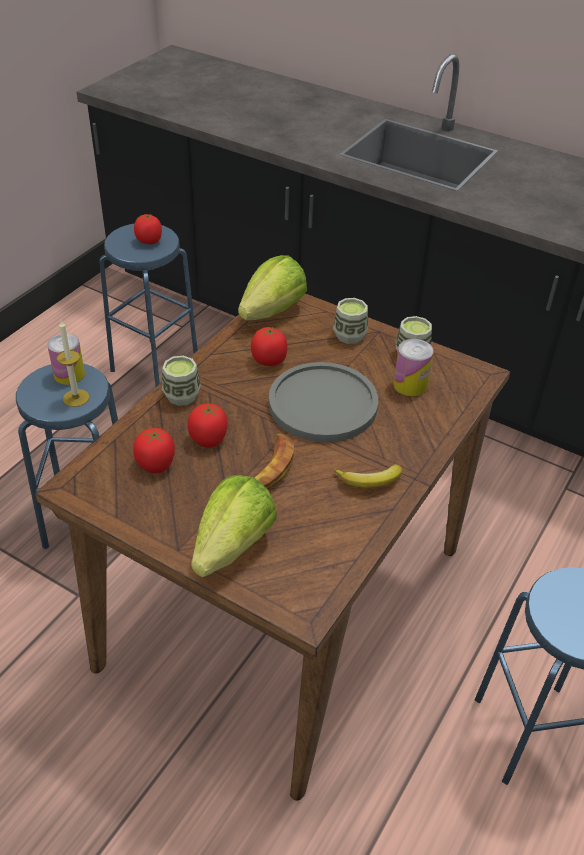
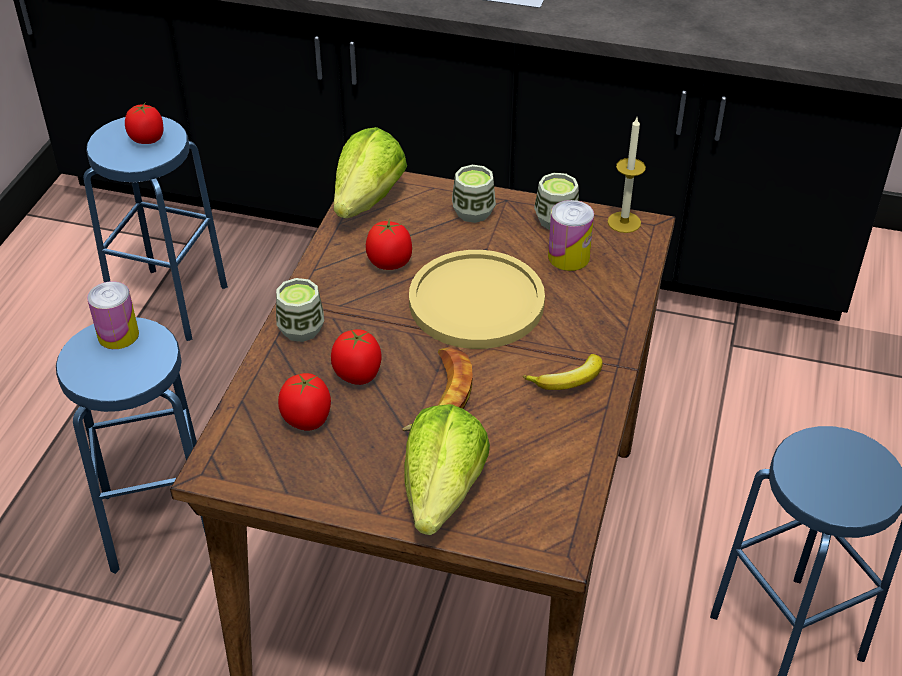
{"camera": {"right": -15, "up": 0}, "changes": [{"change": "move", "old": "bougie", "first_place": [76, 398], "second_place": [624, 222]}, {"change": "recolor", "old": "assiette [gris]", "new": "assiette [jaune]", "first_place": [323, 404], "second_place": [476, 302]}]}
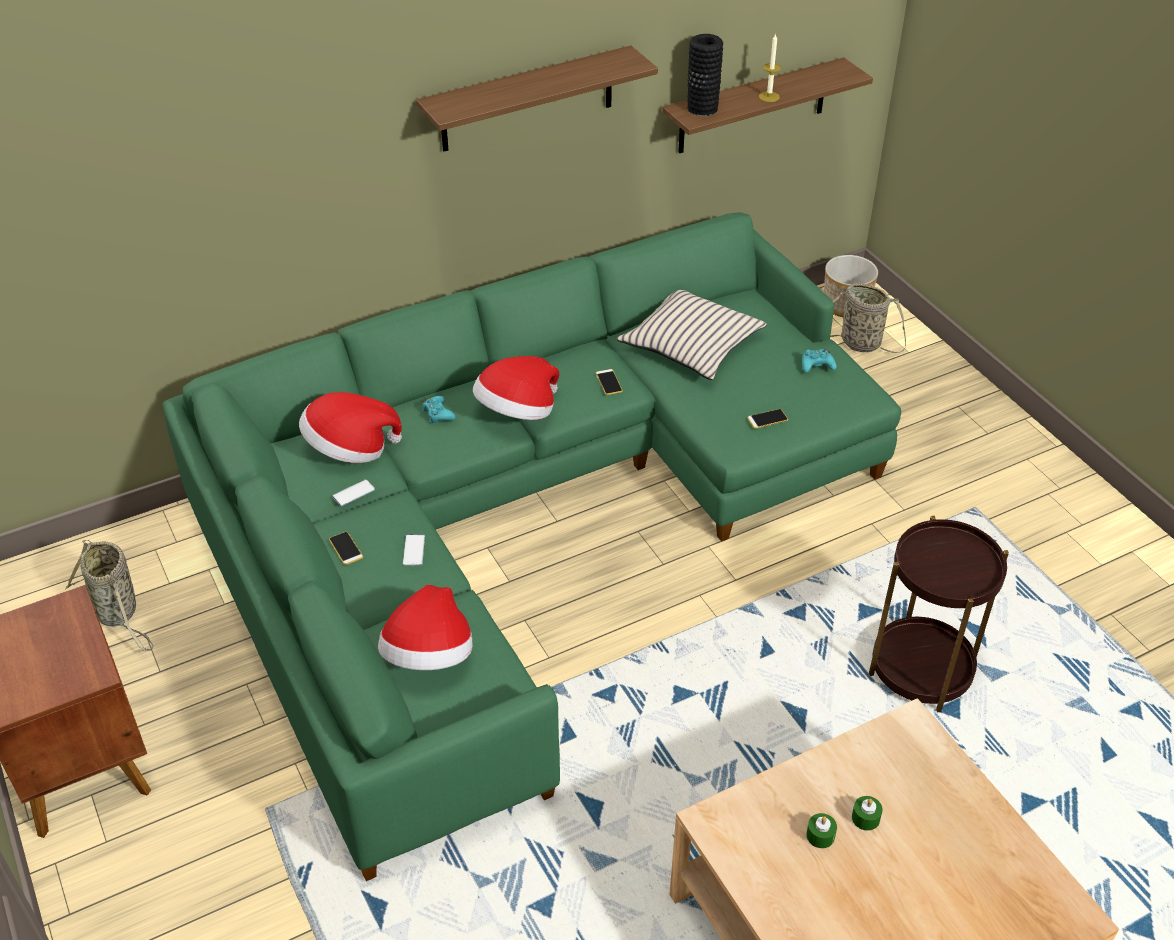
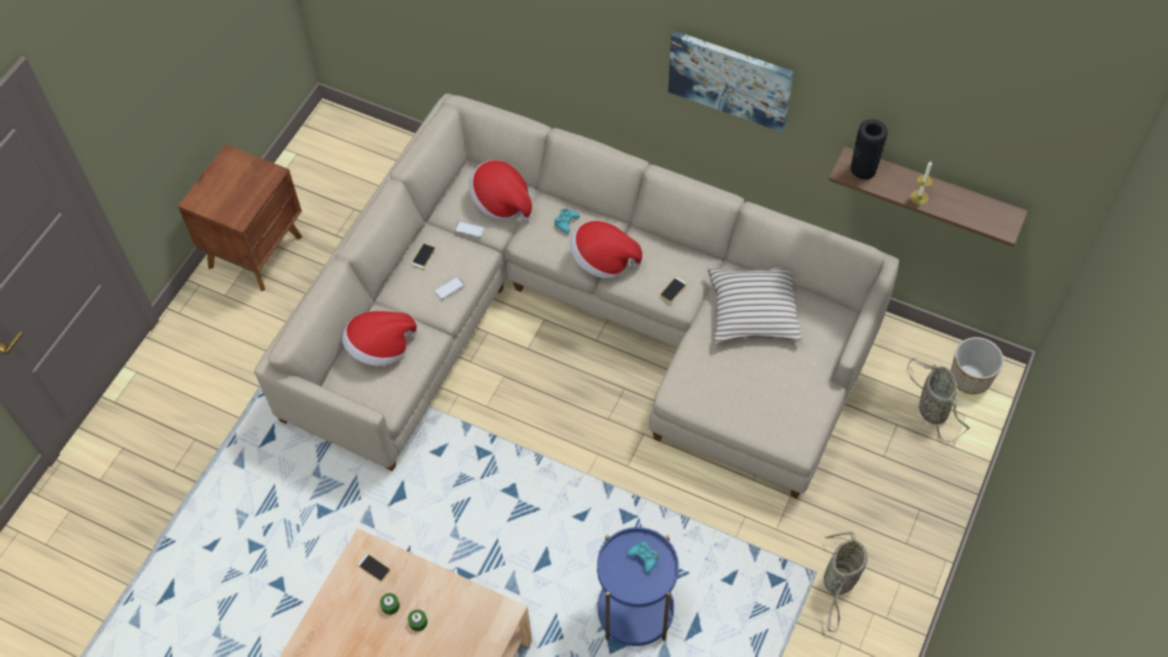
{"camera": {"right": 55, "up": 15}, "changes": [{"change": "move", "old": "panier", "first_place": [119, 614], "second_place": [839, 582]}, {"change": "move", "old": "téléphone", "first_place": [767, 419], "second_place": [373, 567]}, {"change": "move", "old": "manette [turquoise]", "first_place": [816, 365], "second_place": [644, 557]}, {"change": "replace", "old": "étagère", "new": "tableau", "first_place": [527, 100], "second_place": [730, 79]}, {"change": "recolor", "old": "canapé [vert]", "new": "canapé [beige]", "first_place": [522, 520], "second_place": [581, 322]}, {"change": "recolor", "old": "table d'appoint [marron]", "new": "table d'appoint [bleu]", "first_place": [921, 669], "second_place": [635, 612]}]}
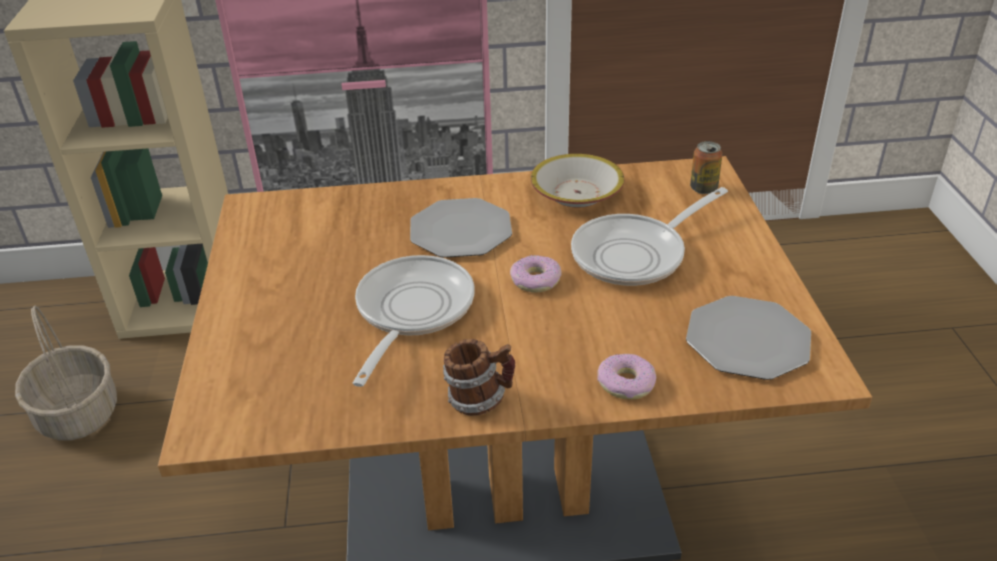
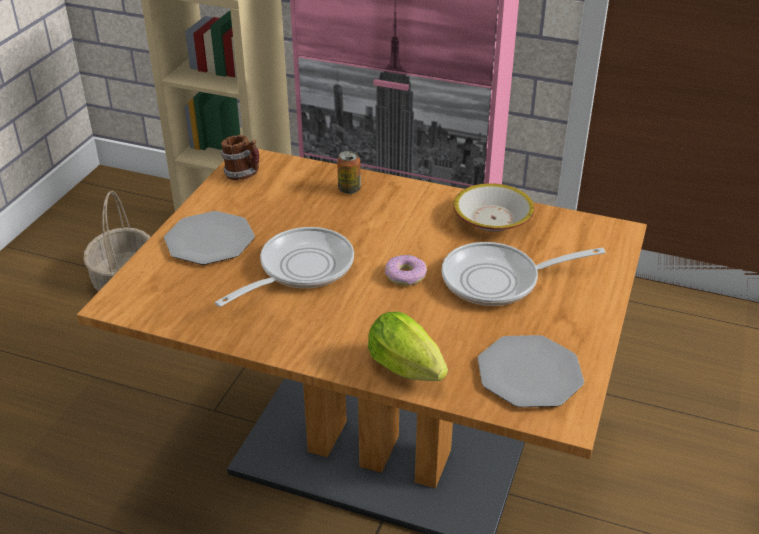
{"camera": {"right": 25, "up": 0}, "changes": [{"change": "move", "old": "assiette", "first_place": [460, 230], "second_place": [209, 240]}, {"change": "move", "old": "mug", "first_place": [480, 399], "second_place": [243, 175]}, {"change": "move", "old": "boîte métallique", "first_place": [703, 188], "second_place": [349, 189]}, {"change": "replace", "old": "beignet", "new": "laitue", "first_place": [626, 383], "second_place": [409, 371]}]}
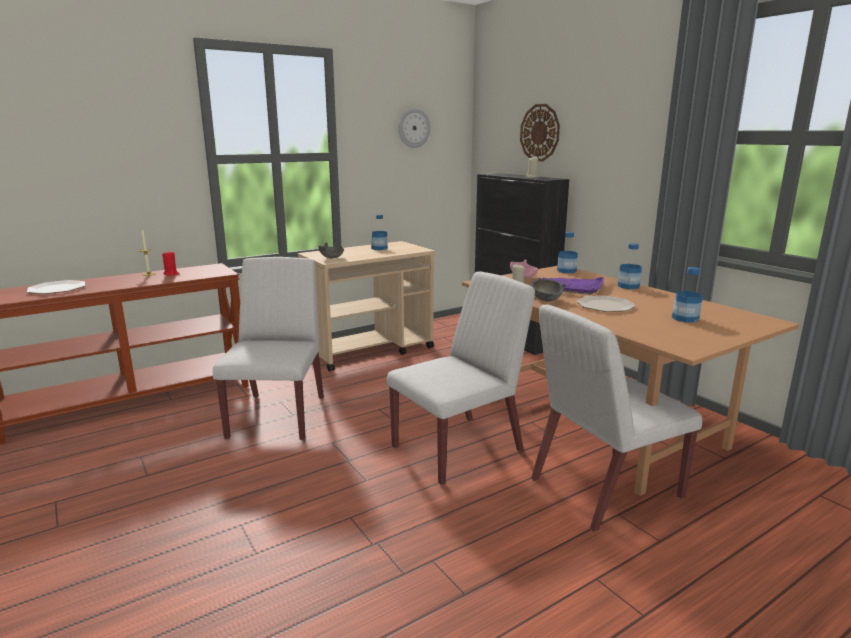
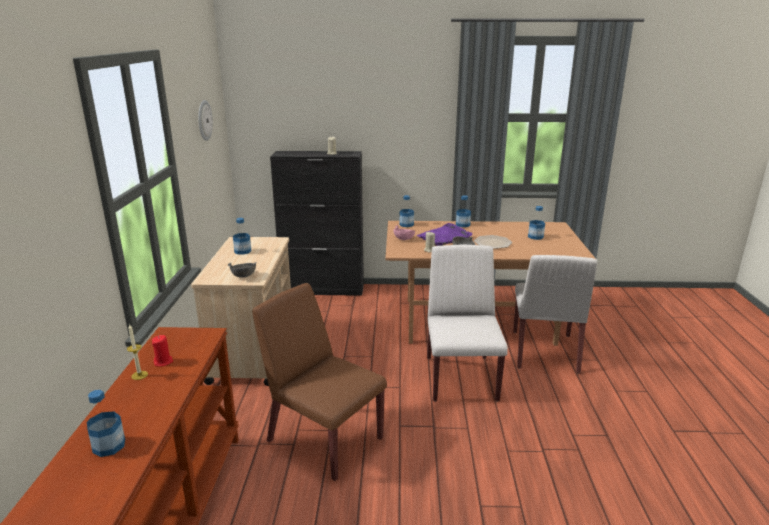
{"camera": {"right": -55, "up": 5}, "changes": [{"change": "delete", "old": "horloge murale", "first_place": [540, 133]}, {"change": "replace", "old": "assiette", "new": "bouteille", "first_place": [57, 288], "second_place": [109, 446]}, {"change": "recolor", "old": "chaise [blanc]", "new": "chaise [marron]", "first_place": [278, 416], "second_place": [324, 439]}]}
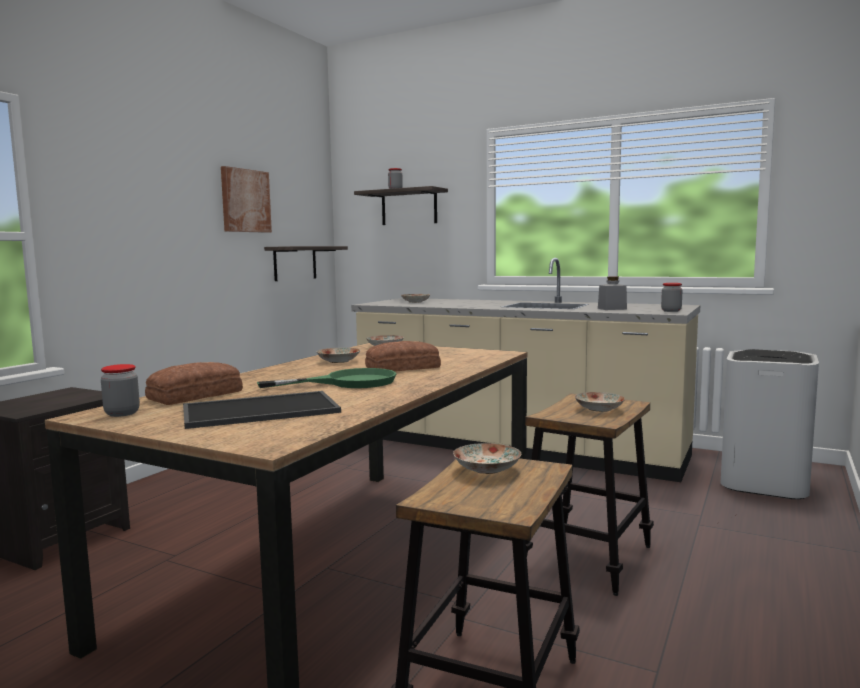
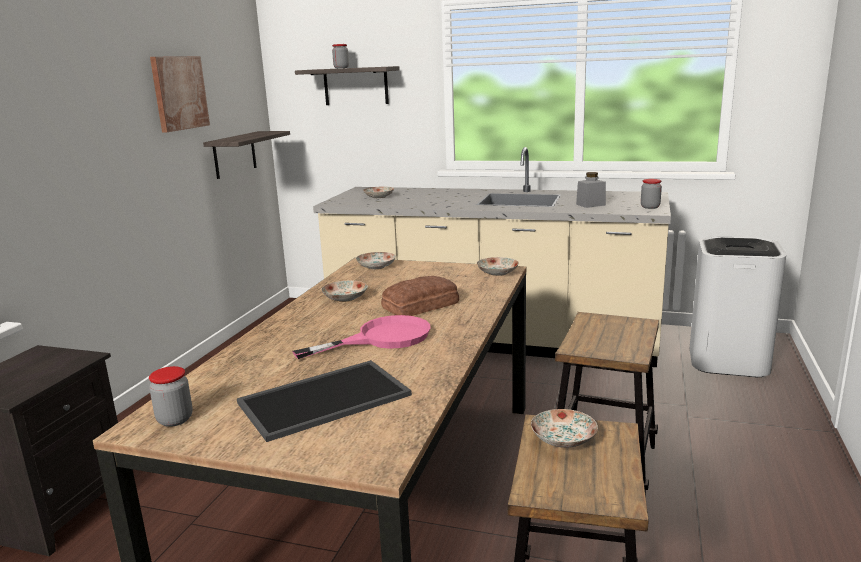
{"camera": {"right": -10, "up": 10}, "changes": [{"change": "delete", "old": "pain", "first_place": [197, 395]}, {"change": "move", "old": "assiette", "first_place": [598, 409], "second_place": [497, 273]}, {"change": "recolor", "old": "poêle [vert]", "new": "poêle [rose]", "first_place": [348, 382], "second_place": [382, 338]}]}
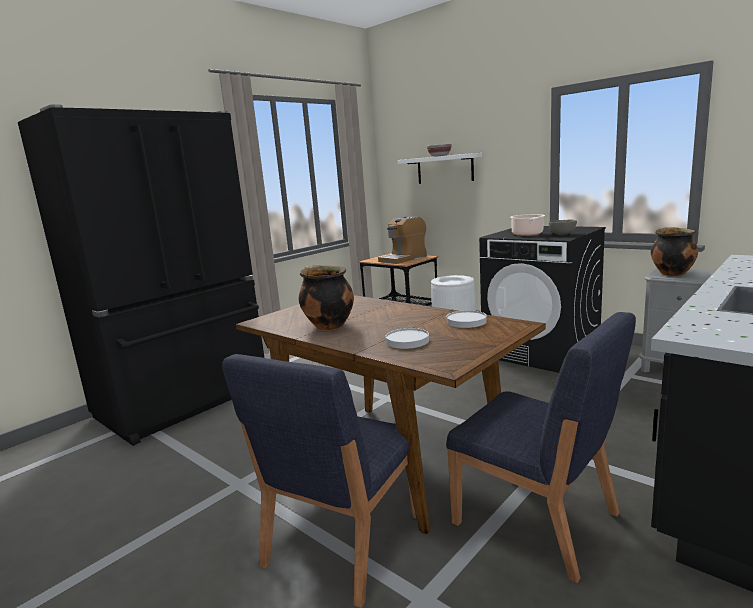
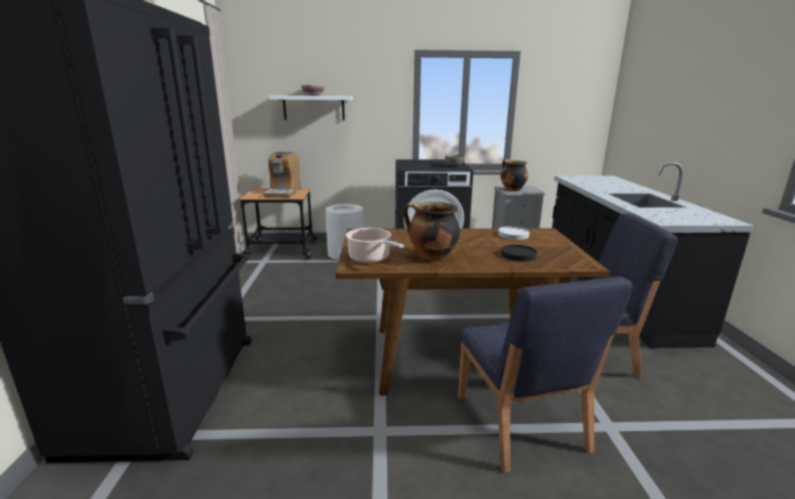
{"camera": {"right": -45, "up": 5}, "changes": [{"change": "move", "old": "marmite", "first_place": [527, 234], "second_place": [371, 258]}, {"change": "recolor", "old": "assiette [blanc]", "new": "assiette [noir]", "first_place": [407, 341], "second_place": [518, 255]}]}
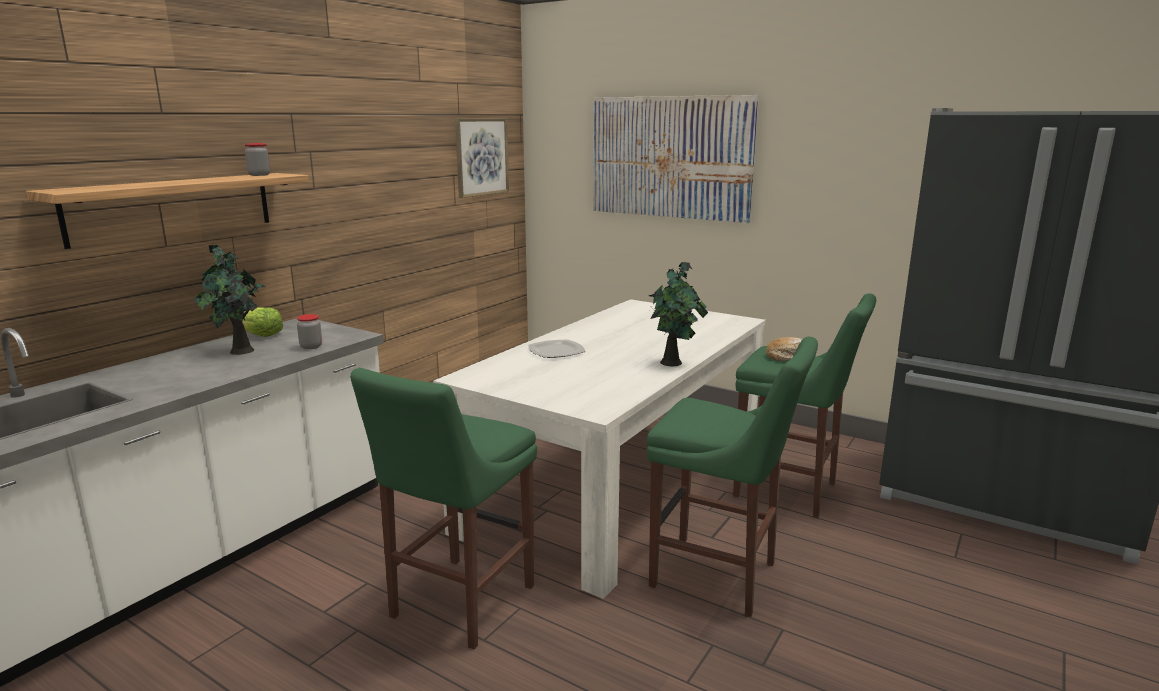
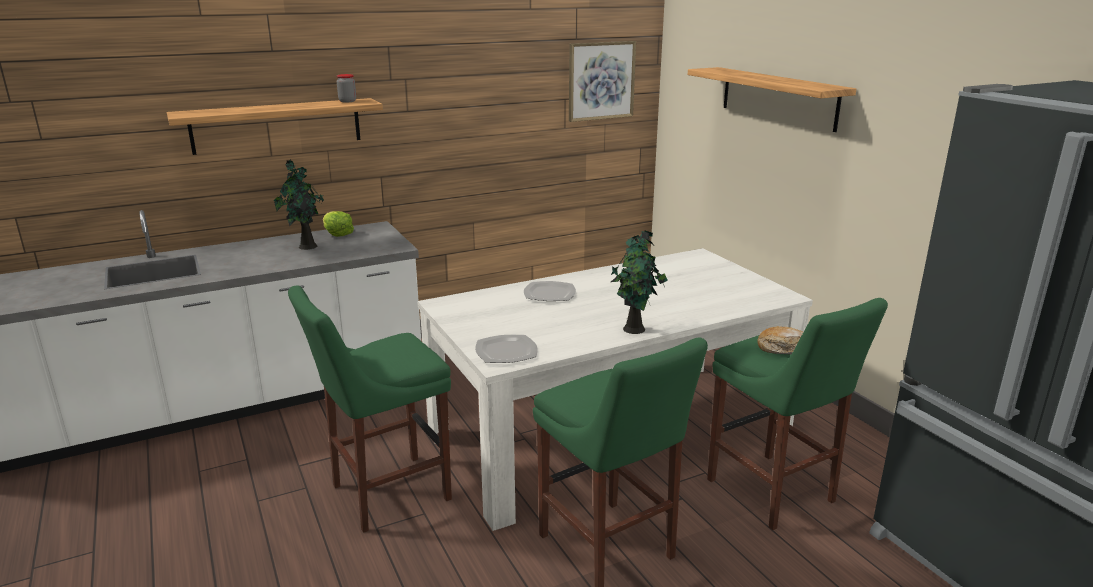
{"camera": {"right": 30, "up": 5}, "changes": [{"change": "delete", "old": "bocal", "first_place": [311, 346]}, {"change": "insert", "new": "assiette", "second_place": [505, 351]}, {"change": "replace", "old": "tableau", "new": "étagère", "first_place": [670, 157], "second_place": [778, 97]}]}
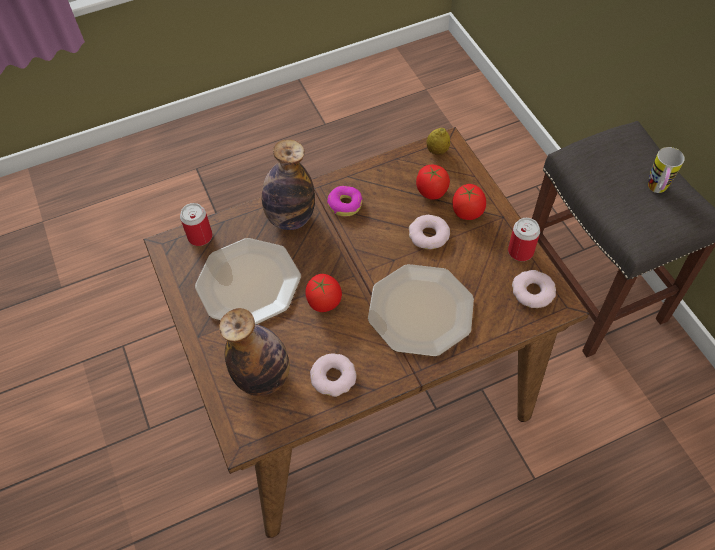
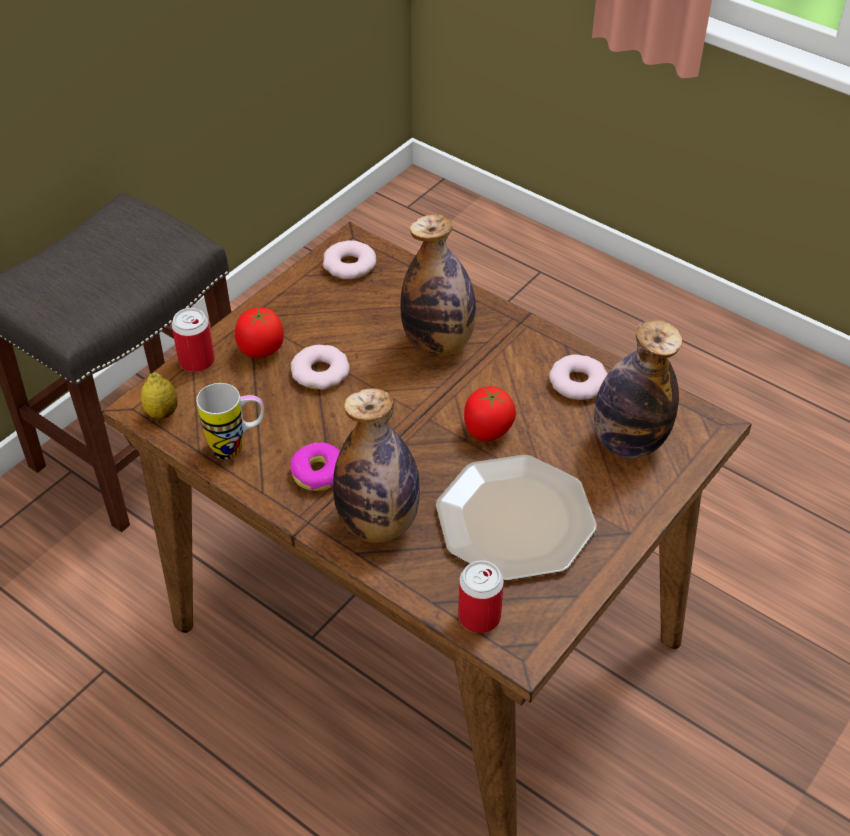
{"camera": {"right": -120, "up": -10}, "changes": [{"change": "delete", "old": "tomate", "first_place": [431, 192]}, {"change": "move", "old": "boîte métallique", "first_place": [520, 251], "second_place": [197, 361]}, {"change": "move", "old": "mug", "first_place": [656, 191], "second_place": [237, 447]}, {"change": "replace", "old": "assiette", "new": "bouteille", "first_place": [419, 310], "second_place": [438, 343]}]}
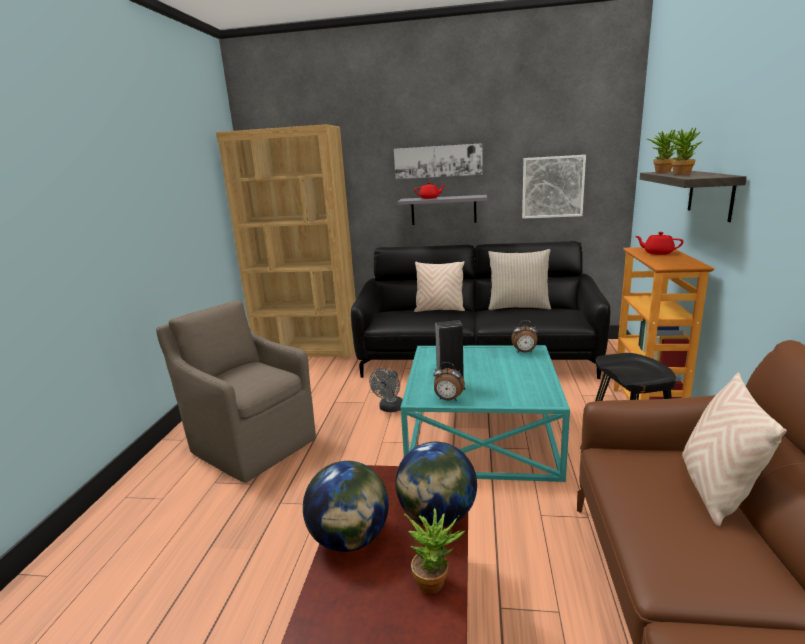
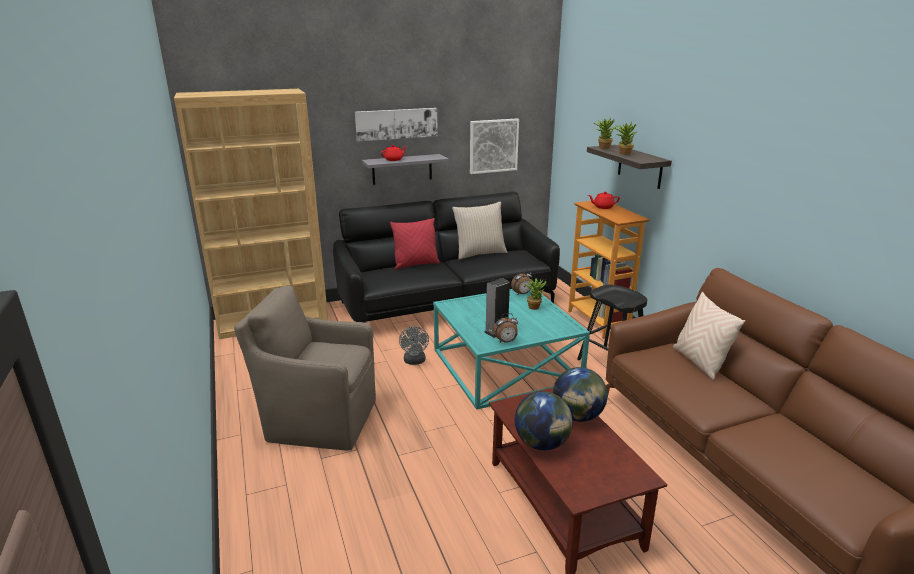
{"camera": {"right": -30, "up": 5}, "changes": [{"change": "move", "old": "plante en pot", "first_place": [435, 580], "second_place": [534, 306]}, {"change": "recolor", "old": "coussin [beige]", "new": "coussin [rouge]", "first_place": [439, 310], "second_place": [415, 264]}]}
